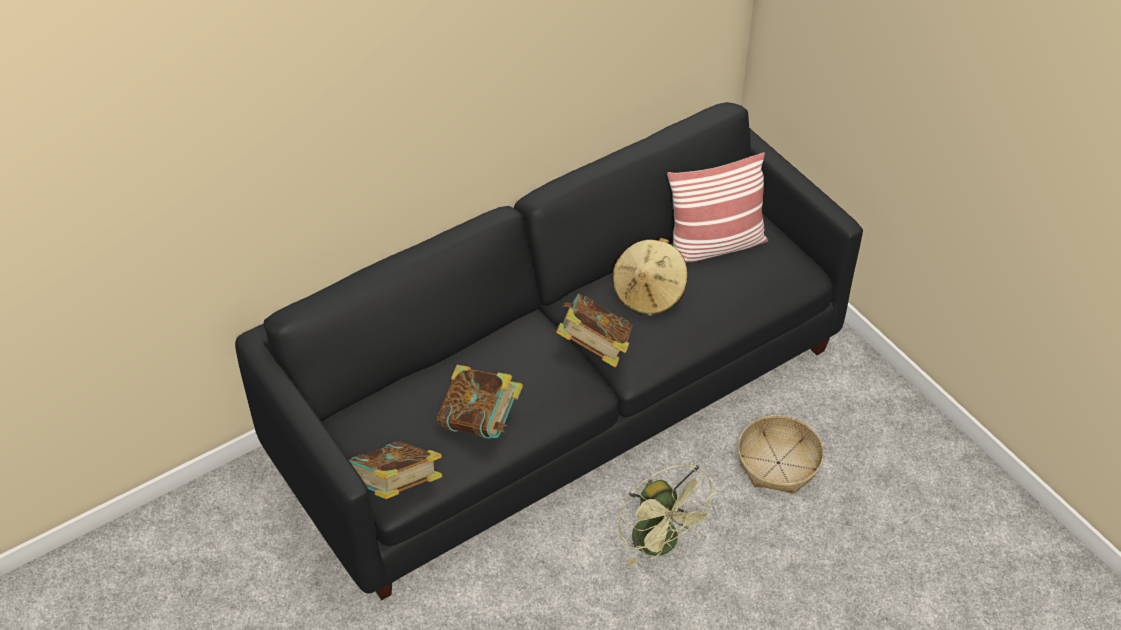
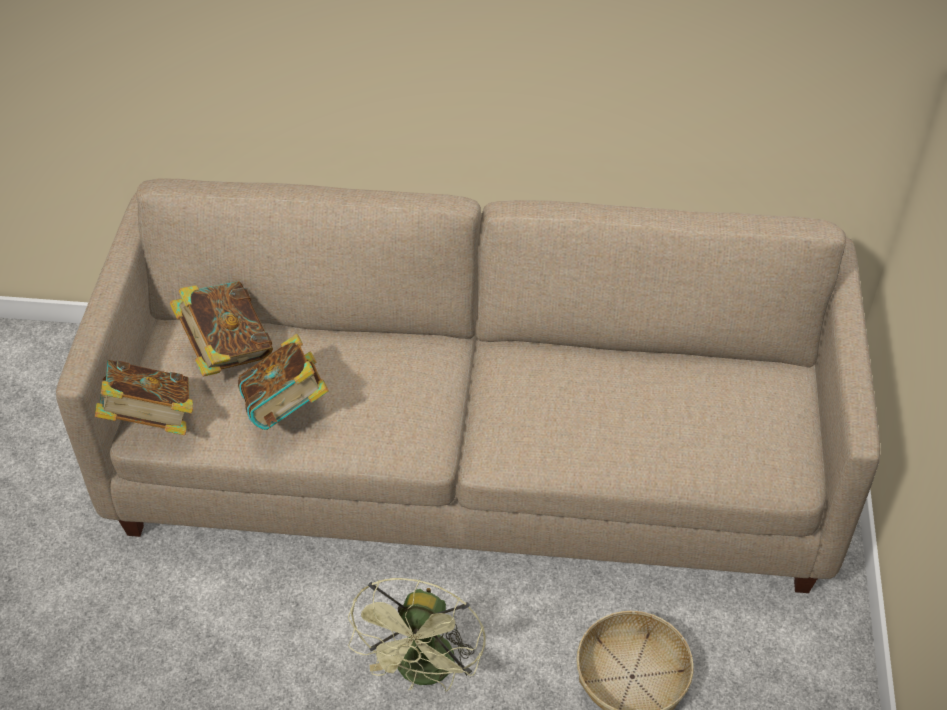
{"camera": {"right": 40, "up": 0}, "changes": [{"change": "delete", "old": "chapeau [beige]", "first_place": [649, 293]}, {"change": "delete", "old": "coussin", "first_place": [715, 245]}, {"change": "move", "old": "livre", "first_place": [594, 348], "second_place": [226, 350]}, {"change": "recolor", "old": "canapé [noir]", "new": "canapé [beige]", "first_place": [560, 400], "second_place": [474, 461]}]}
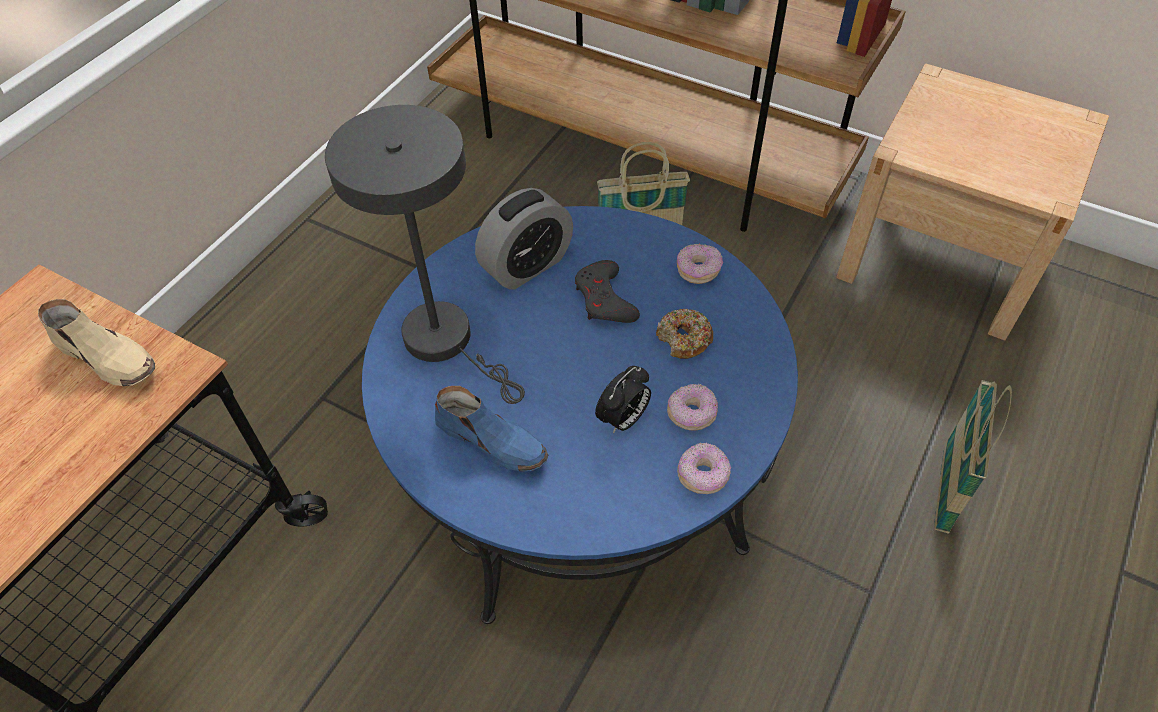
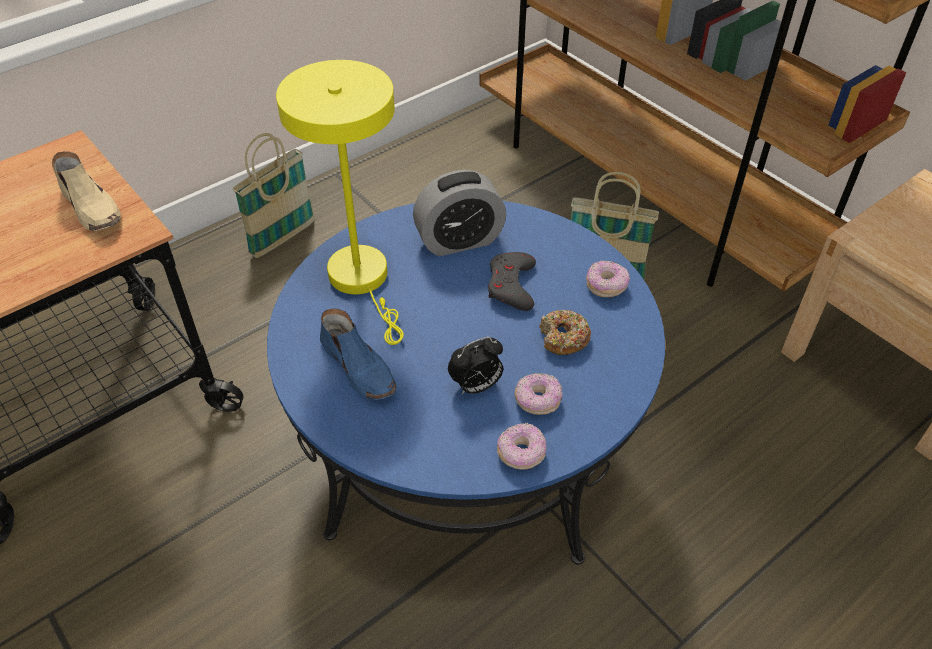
{"camera": {"right": 20, "up": -5}, "changes": [{"change": "move", "old": "panier", "first_place": [945, 489], "second_place": [282, 239]}, {"change": "recolor", "old": "lampe de table [gris]", "new": "lampe de table [jaune]", "first_place": [447, 341], "second_place": [363, 280]}]}
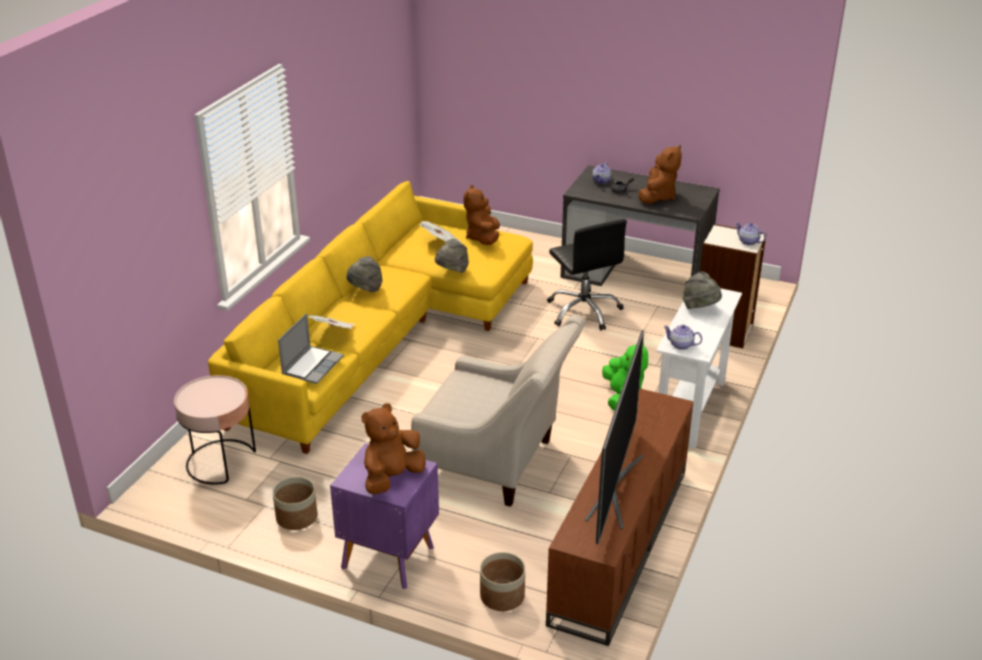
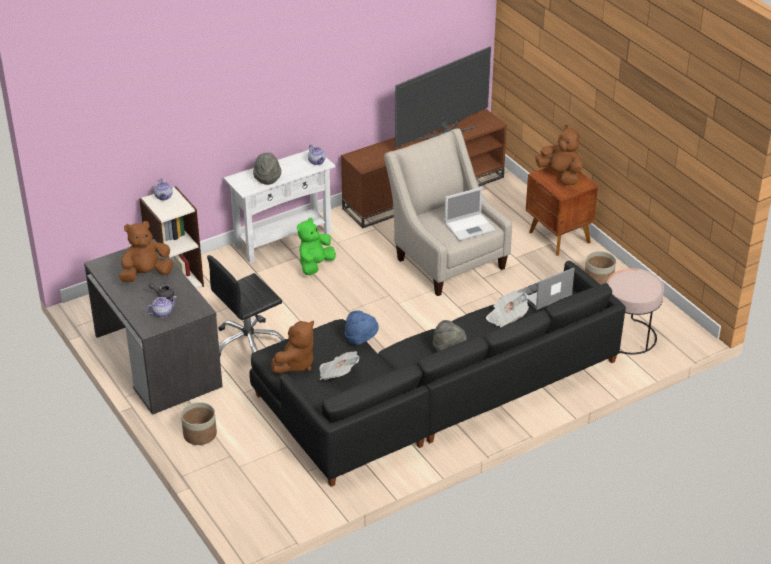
{"camera": {"right": -145, "up": 5}, "changes": [{"change": "insert", "new": "ordinateur portable", "second_place": [470, 227]}, {"change": "move", "old": "cache-pot", "first_place": [502, 596], "second_place": [199, 434]}, {"change": "recolor", "old": "canapé [jaune]", "new": "canapé [noir]", "first_place": [384, 334], "second_place": [430, 395]}, {"change": "recolor", "old": "table de chevet [violet]", "new": "table de chevet [marron]", "first_place": [387, 556], "second_place": [559, 238]}, {"change": "recolor", "old": "chapeau [gris]", "new": "chapeau [bleu]", "first_place": [452, 271], "second_place": [361, 339]}, {"change": "rotate", "old": "peluche [marron]", "first_place": [392, 478], "second_place": [560, 175], "degrees": -120}, {"change": "rotate", "old": "chaise de bureau [noir]", "first_place": [584, 311], "second_place": [248, 344], "degrees": -135}]}
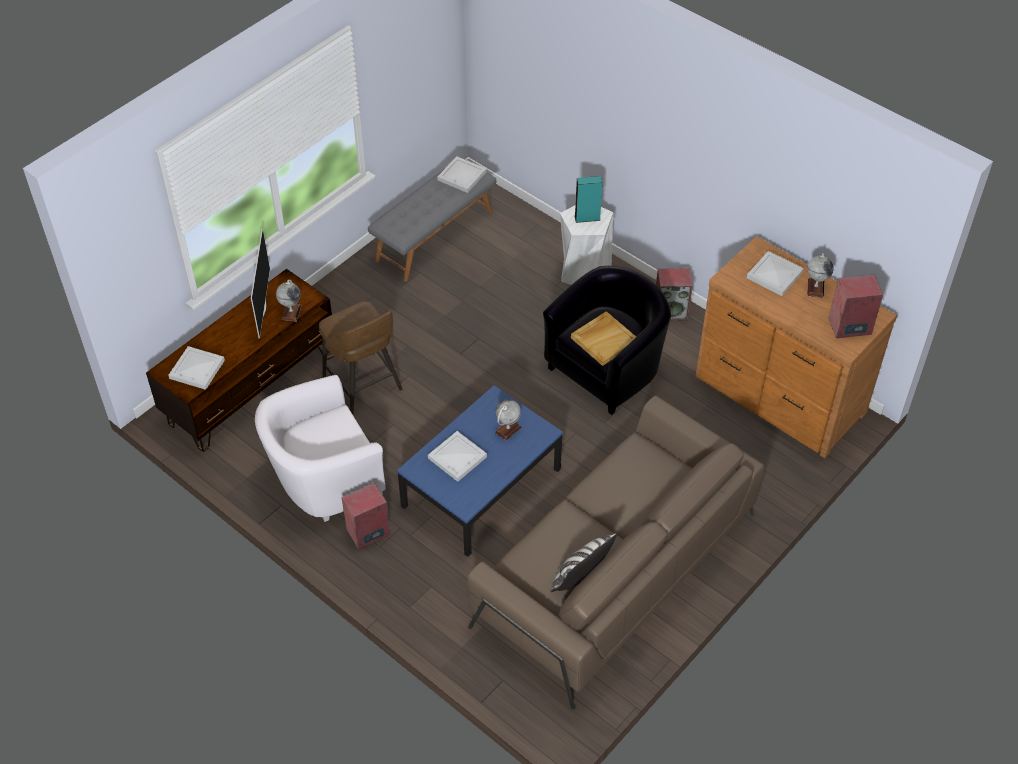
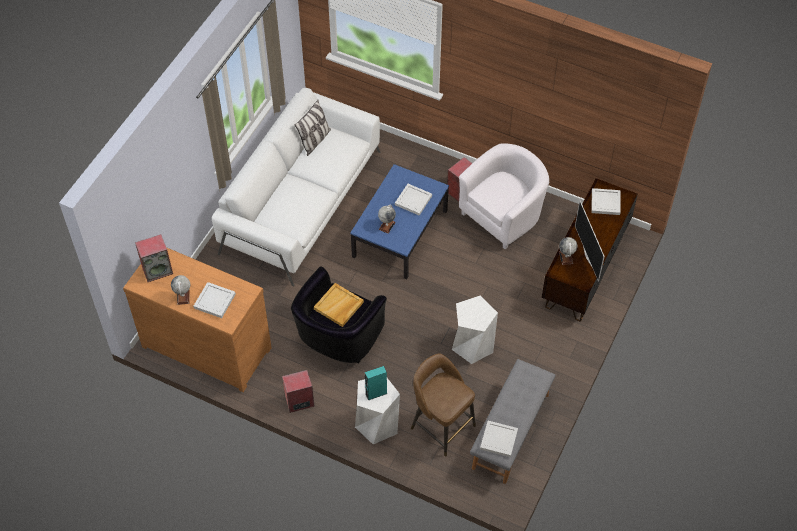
{"camera": {"right": 165, "up": 5}, "changes": [{"change": "insert", "new": "tabouret [blanc]", "second_place": [472, 345]}, {"change": "move", "old": "tabouret [marron]", "first_place": [363, 384], "second_place": [441, 425]}, {"change": "recolor", "old": "canapé [marron]", "new": "canapé [blanc]", "first_place": [615, 569], "second_place": [301, 201]}]}
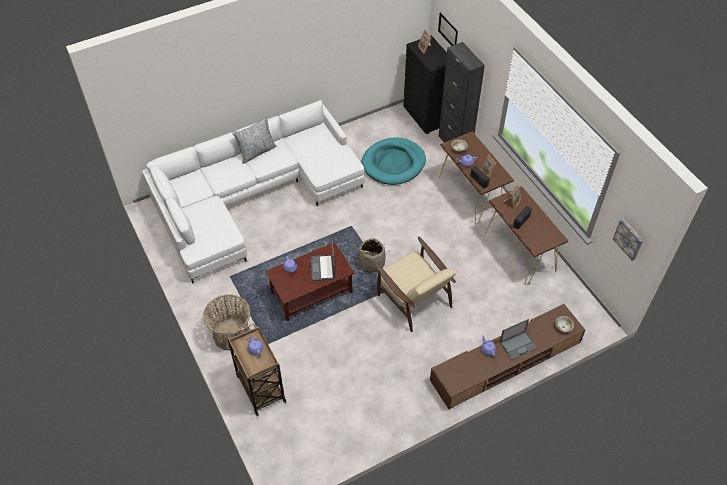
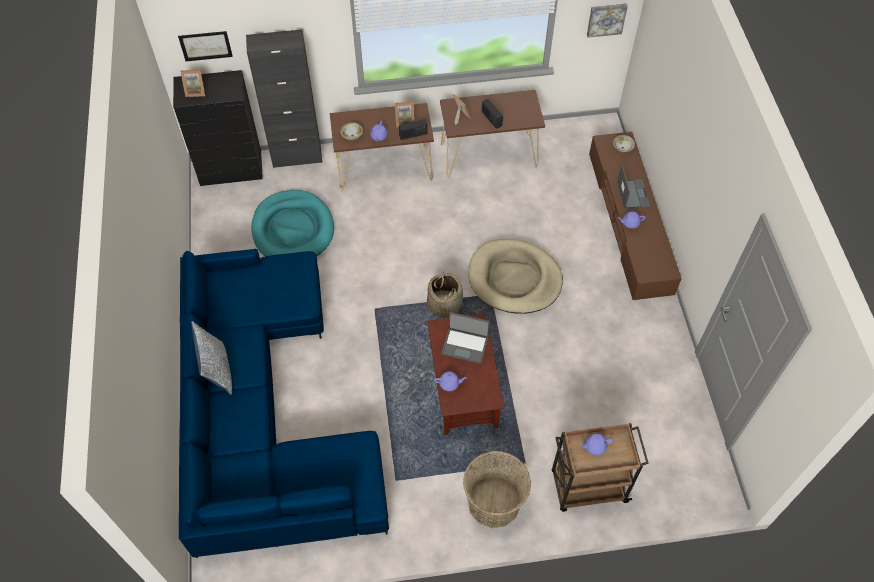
{"camera": {"right": -70, "up": 5}, "changes": [{"change": "replace", "old": "fauteuil [beige]", "new": "panier pour chien [beige]", "first_place": [413, 298], "second_place": [514, 279]}, {"change": "recolor", "old": "canapé [blanc]", "new": "canapé [bleu]", "first_place": [251, 197], "second_place": [264, 415]}]}
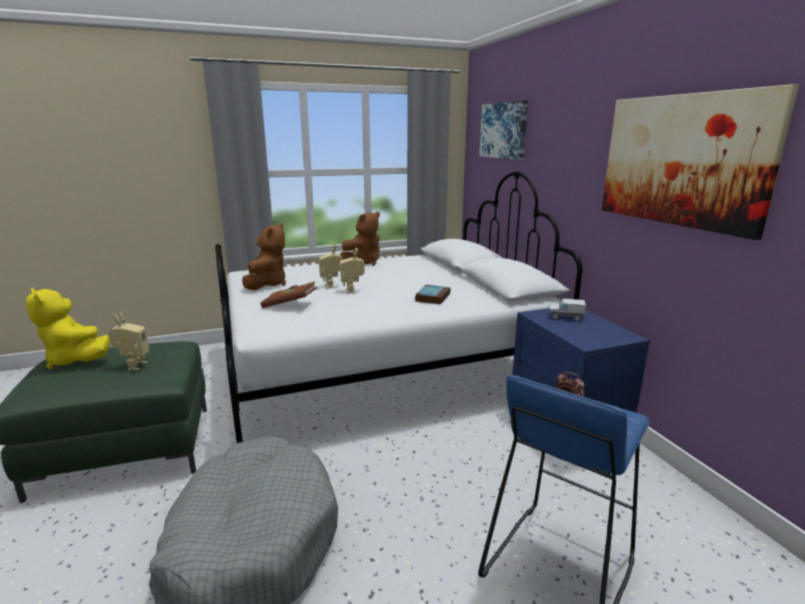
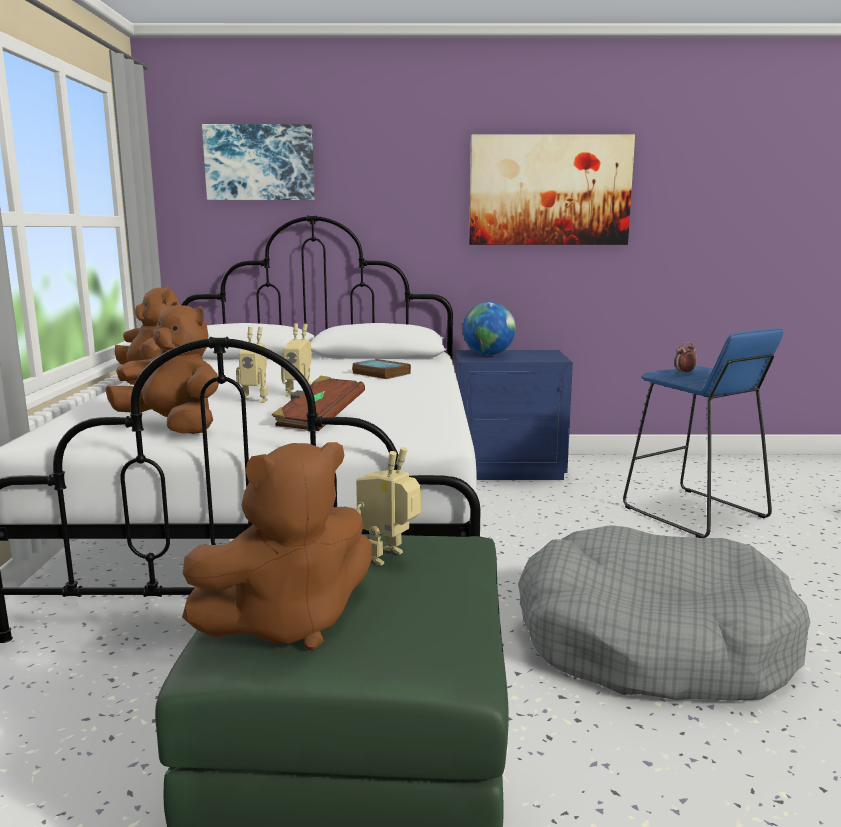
{"camera": {"right": -70, "up": -5}, "changes": [{"change": "replace", "old": "camion jouet", "new": "globe", "first_place": [566, 317], "second_place": [488, 355]}, {"change": "recolor", "old": "peluche [jaune]", "new": "peluche [marron]", "first_place": [76, 360], "second_place": [288, 623]}, {"change": "rotate", "old": "robot jouet", "first_place": [134, 366], "second_place": [389, 558], "degrees": -75}]}
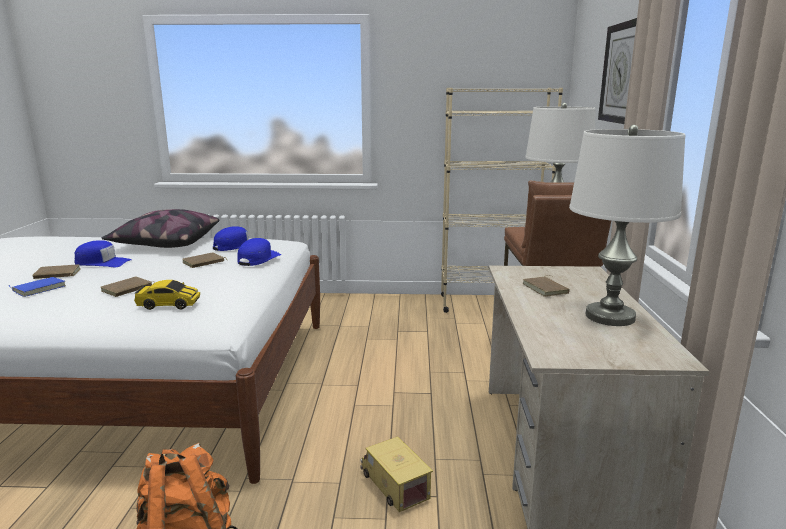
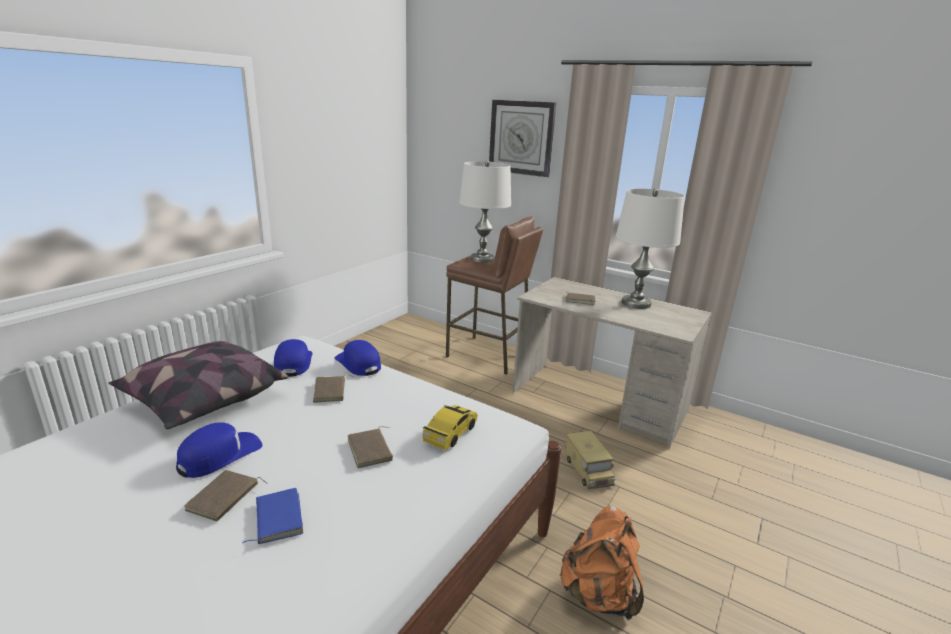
{"camera": {"right": -60, "up": 5}, "changes": [{"change": "delete", "old": "bibliothèque [beige]", "first_place": [490, 304]}, {"change": "rotate", "old": "camion jouet", "first_place": [394, 485], "second_place": [587, 470], "degrees": -105}]}
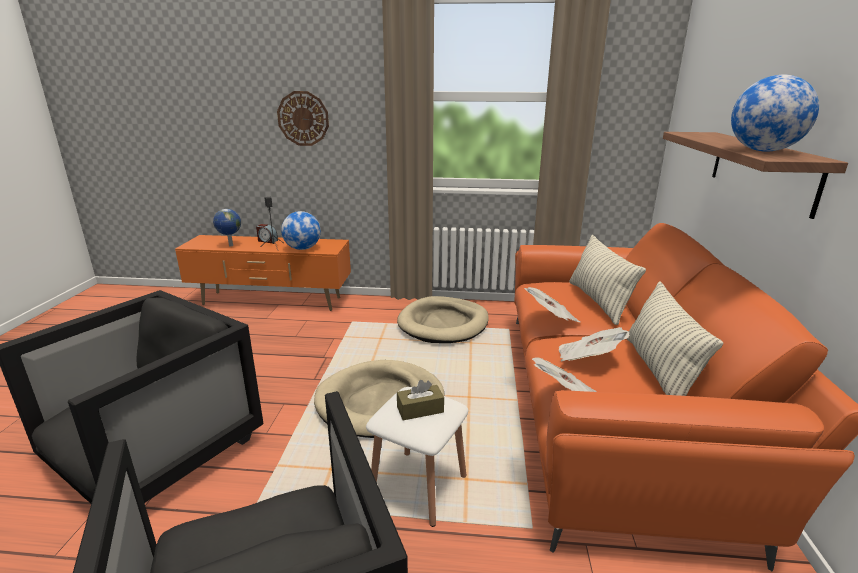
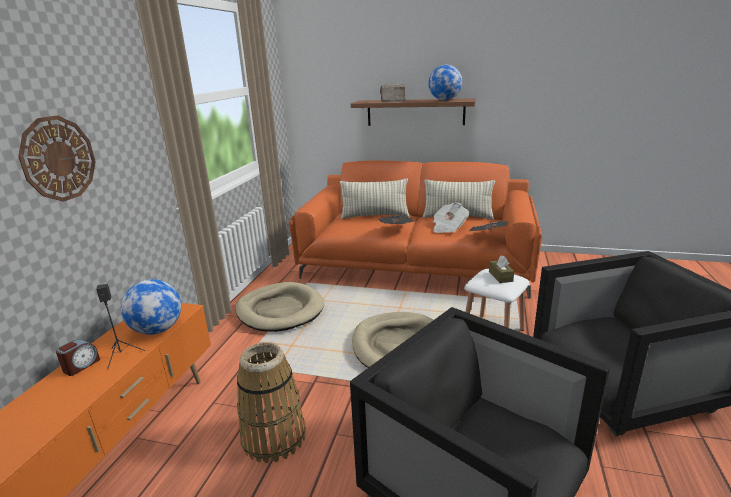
{"camera": {"right": -80, "up": 0}, "changes": [{"change": "delete", "old": "globe", "first_place": [230, 245]}, {"change": "insert", "new": "panier", "second_place": [274, 437]}, {"change": "insert", "new": "radio", "second_place": [391, 101]}]}
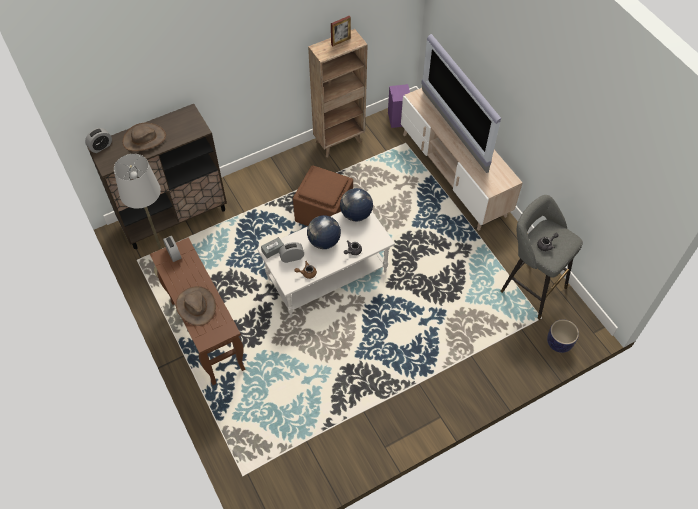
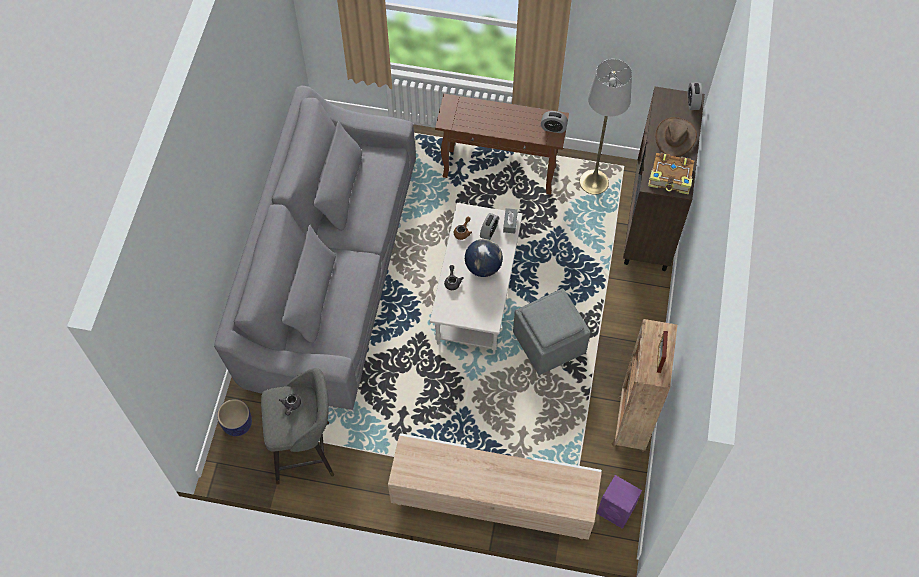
{"camera": {"right": 130, "up": 5}, "changes": [{"change": "delete", "old": "chapeau [marron]", "first_place": [196, 306]}, {"change": "delete", "old": "globe", "first_place": [356, 214]}, {"change": "delete", "old": "téléviseur", "first_place": [453, 131]}, {"change": "insert", "new": "canapé [gris]", "second_place": [329, 270]}, {"change": "insert", "new": "livre", "second_place": [671, 178]}, {"change": "recolor", "old": "pouf [marron]", "new": "pouf [gris]", "first_place": [324, 213], "second_place": [548, 342]}]}
